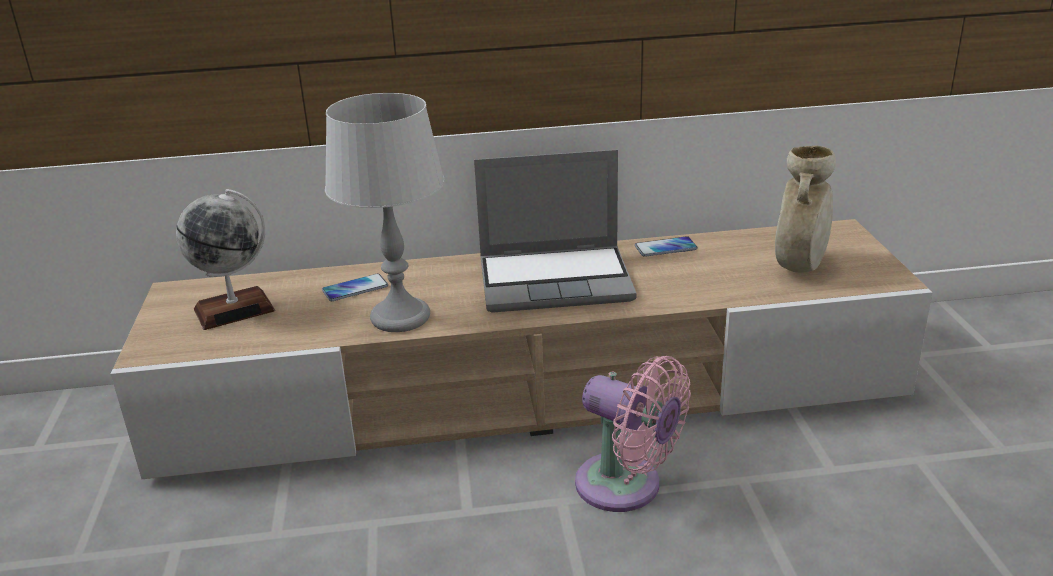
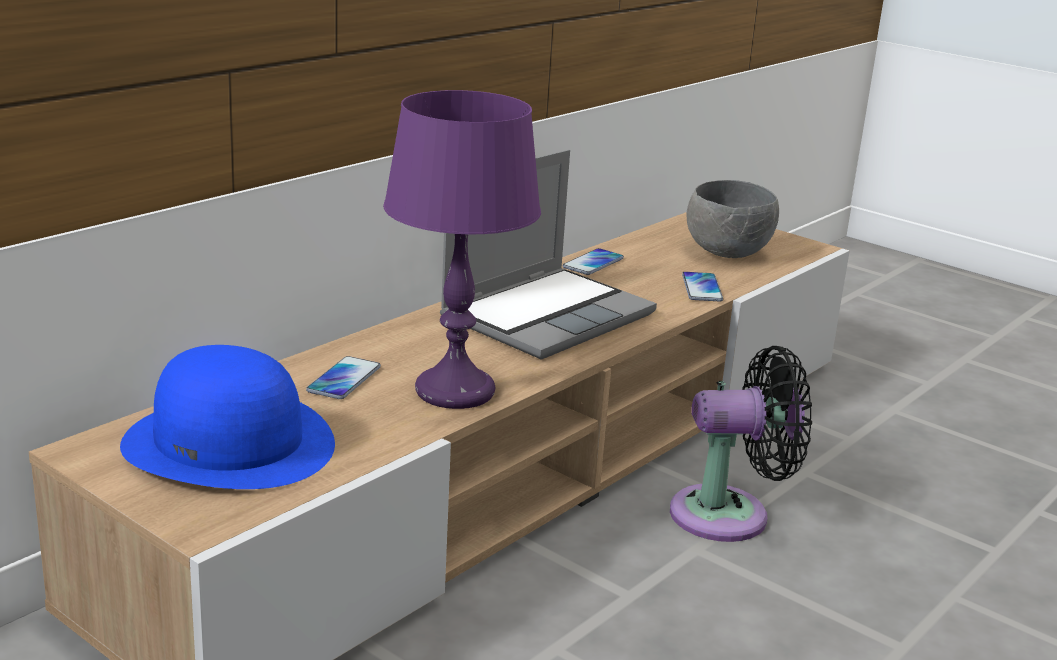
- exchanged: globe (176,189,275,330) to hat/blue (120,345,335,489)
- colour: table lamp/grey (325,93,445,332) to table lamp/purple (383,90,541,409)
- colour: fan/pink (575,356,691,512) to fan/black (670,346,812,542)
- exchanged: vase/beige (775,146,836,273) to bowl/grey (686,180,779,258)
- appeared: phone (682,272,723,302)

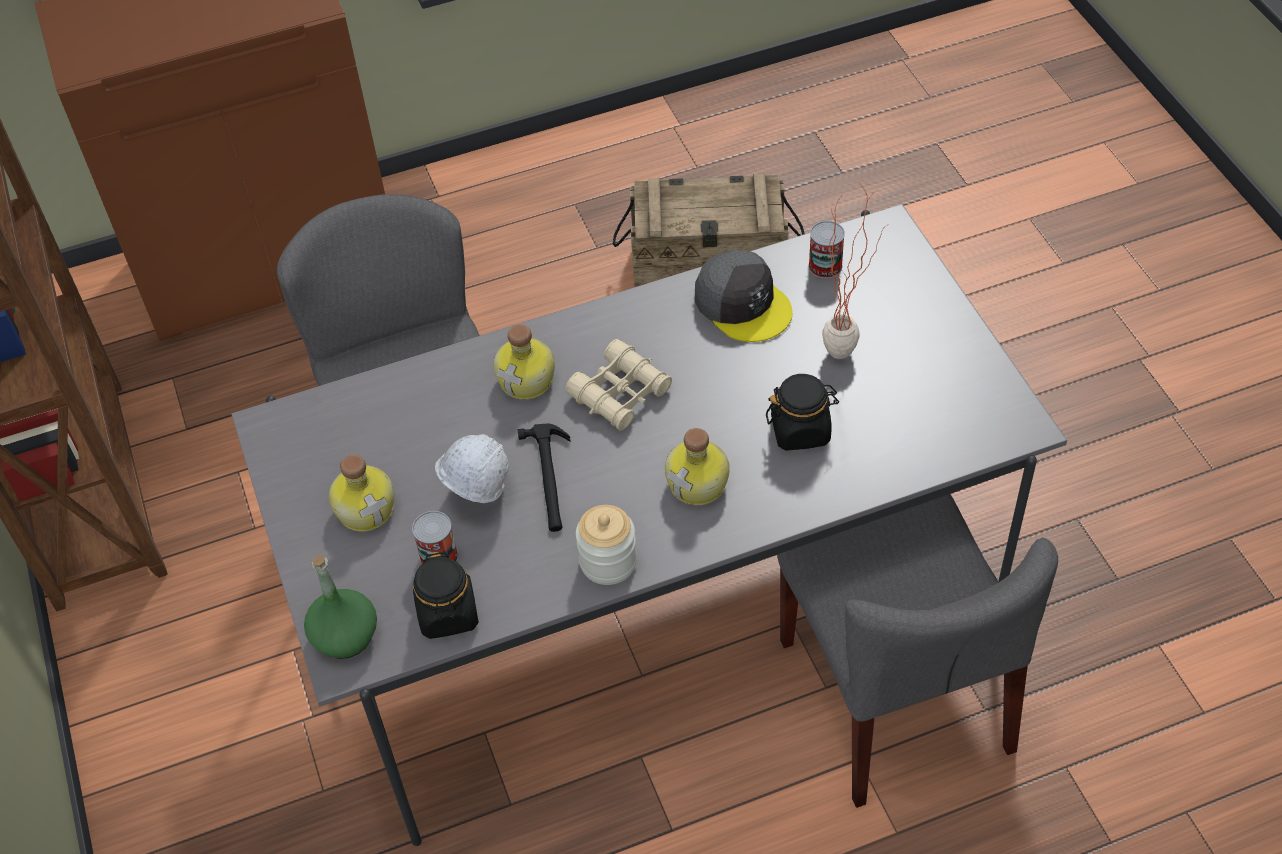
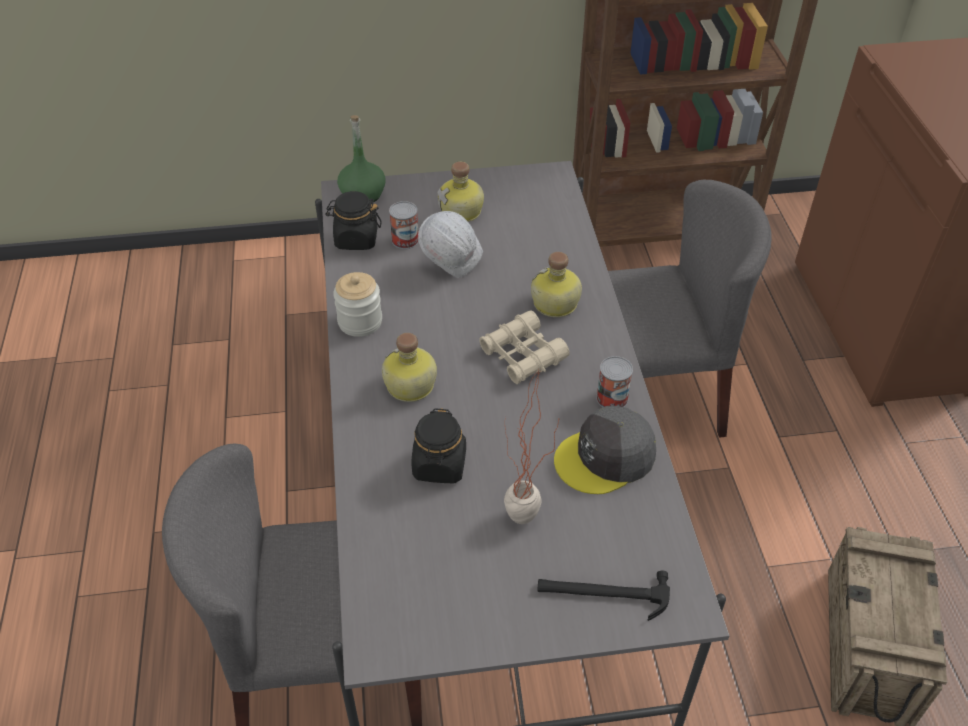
- relocated: hammer (518,424,571,532) to (538,571,670,621)
- relocated: can (809,221,845,278) to (596,356,633,407)

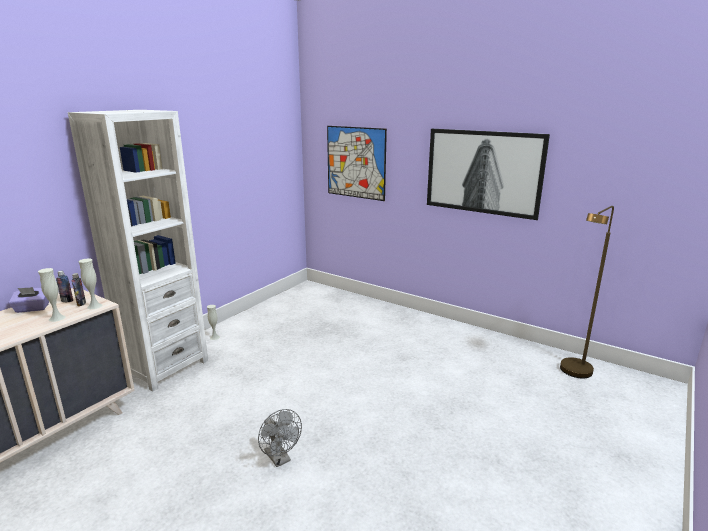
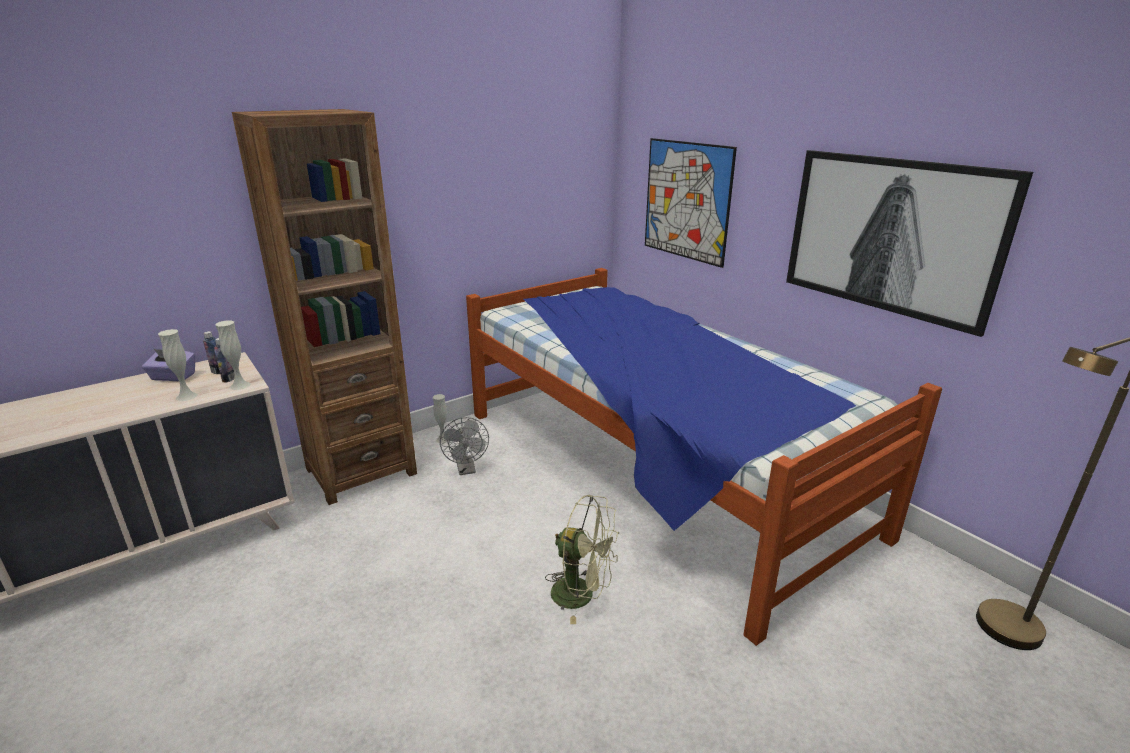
- colour: bookcase/white (68,110,208,391) to bookcase/brown (232,109,417,505)
- relocated: fan/grey (258,409,302,467) to (440,417,489,475)
- appeared: bed (466,268,942,646)
- appeared: fan/green (545,495,619,624)

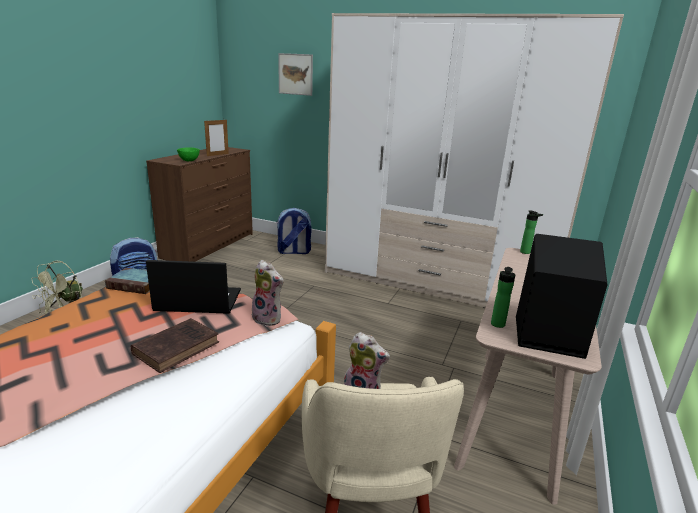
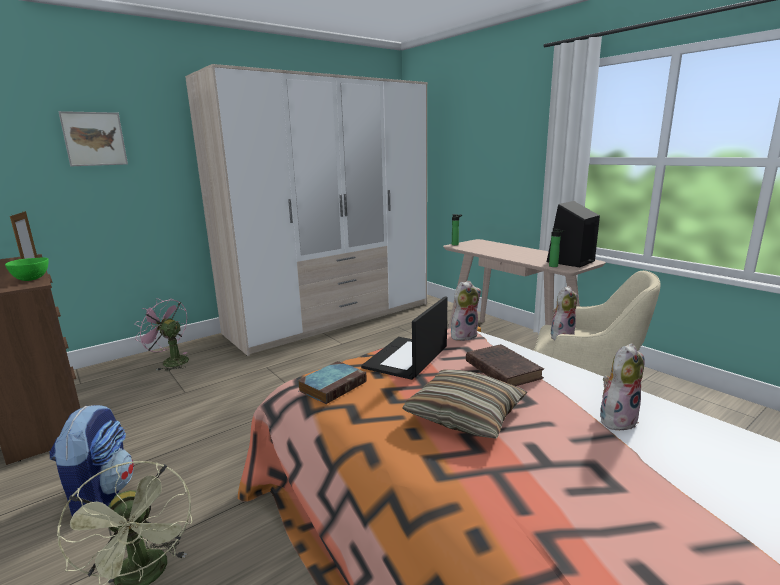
- exchanged: backpack (276,208,311,254) to fan/pink (135,298,189,371)
- appeared: pillow (402,370,527,439)
- appeared: plush toy (600,343,645,430)

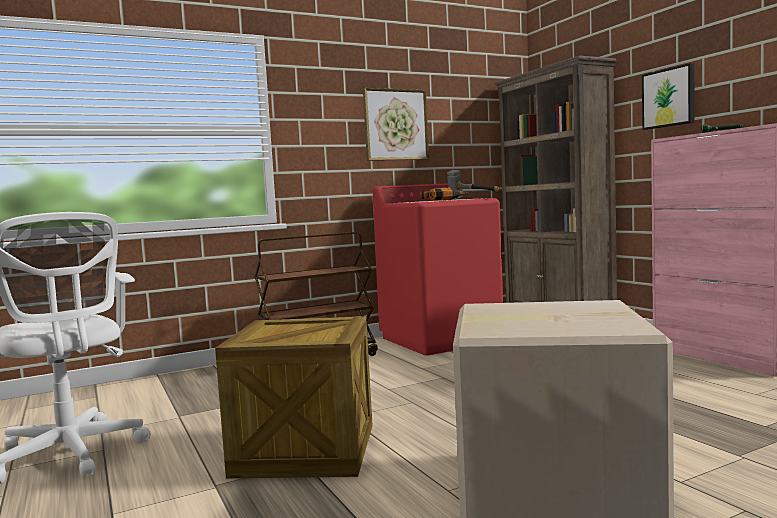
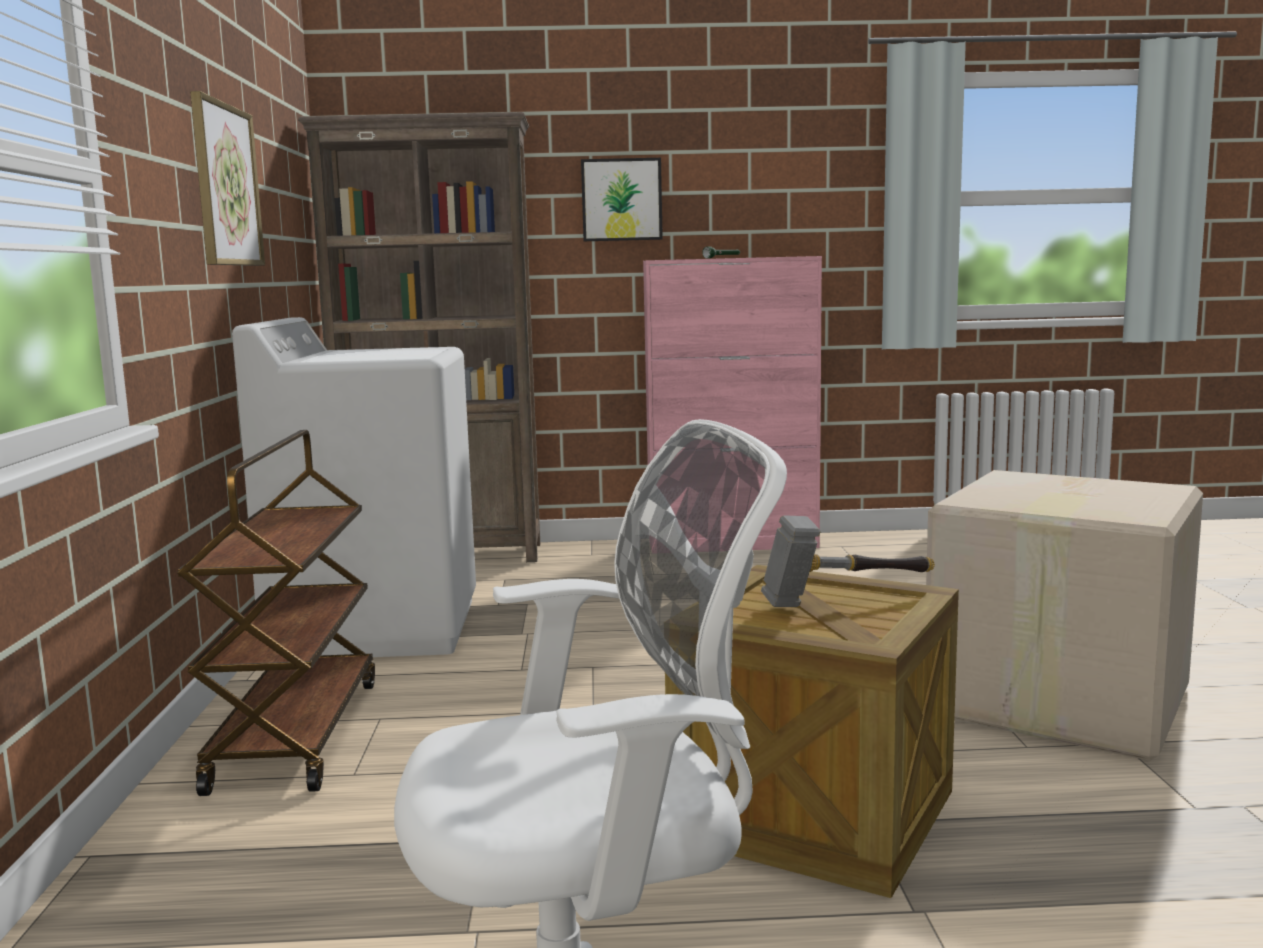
- colour: washing machine/red (372,183,503,356) to washing machine/white (232,317,476,657)
- missing: power drill (420,188,470,201)
- relocated: hammer (447,170,499,199) to (761,515,935,607)

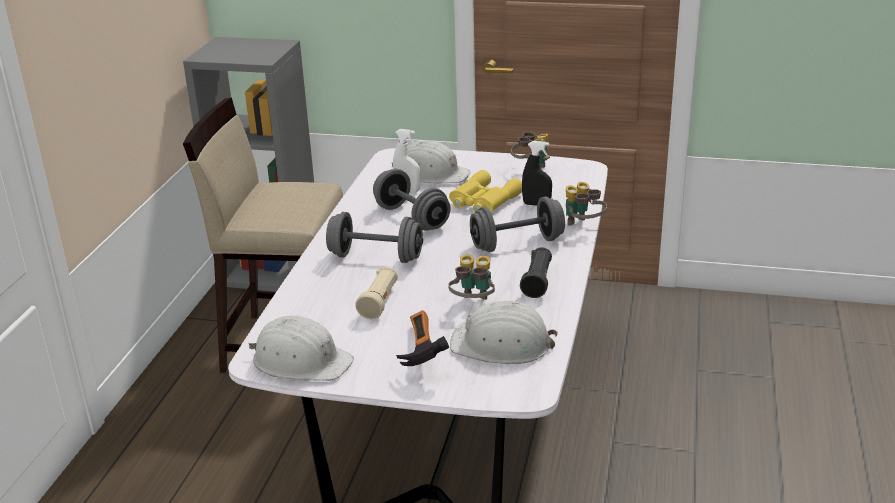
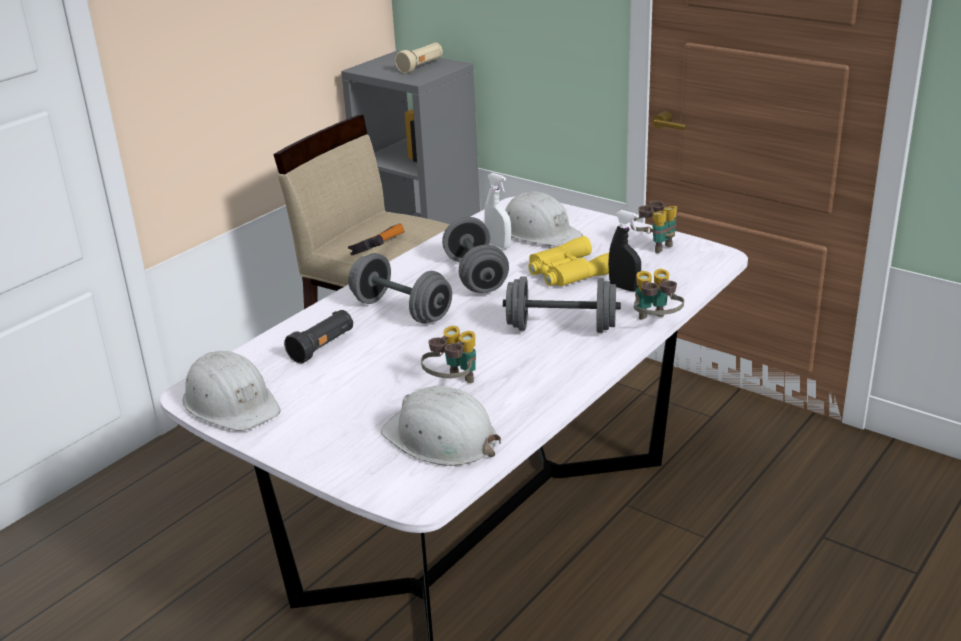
- relocated: flashlight/beige (355,267,398,319) to (395,42,443,73)
- relocated: hammer (396,310,449,366) to (348,223,404,255)
- relocated: flashlight/black (520,247,552,298) to (284,310,353,364)

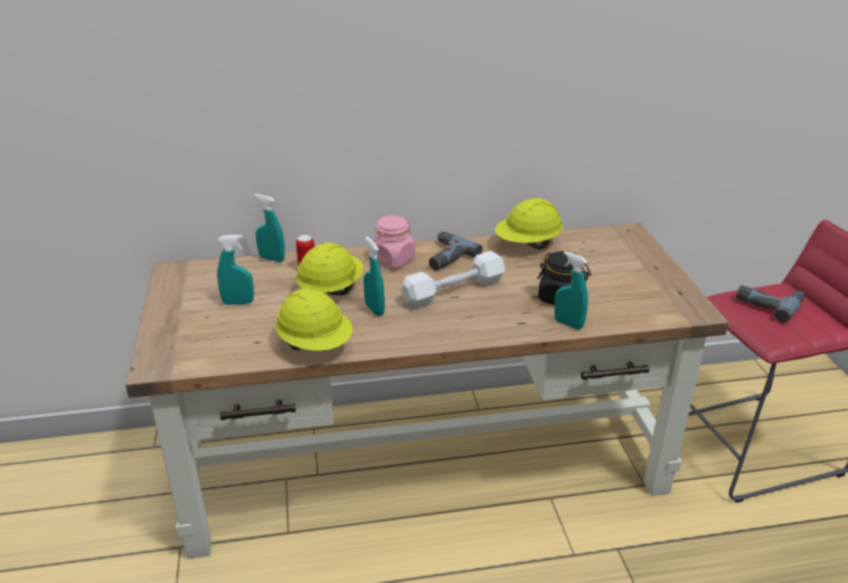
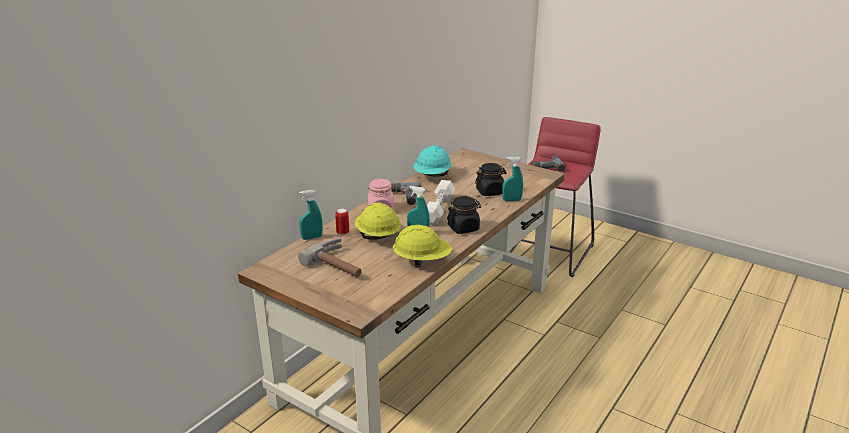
- exchanged: spray bottle/turquoise (217,235,254,305) to hammer (298,238,361,277)
- colour: hard hat/yellow (495,198,563,249) to hard hat/turquoise (414,145,451,177)
- appeared: jar/black (447,196,481,234)

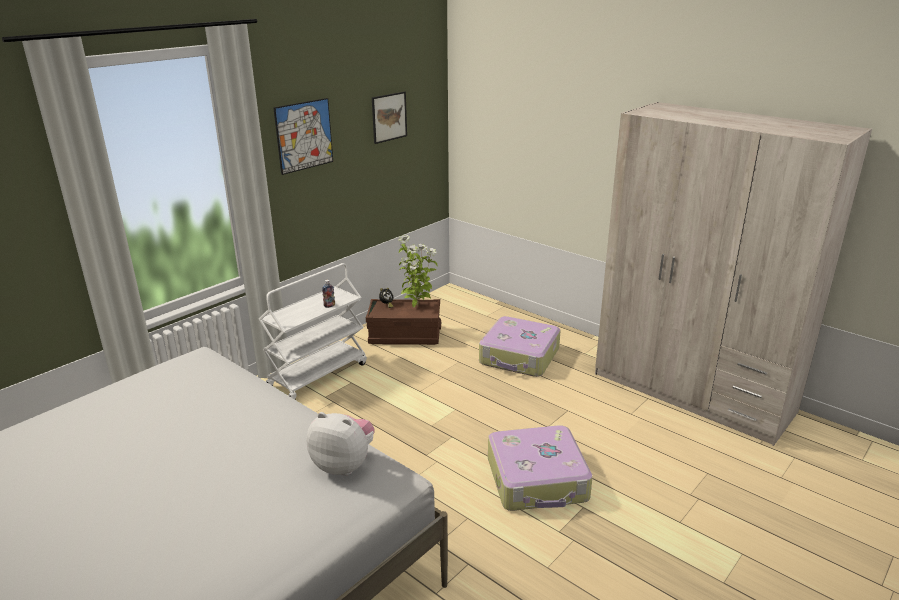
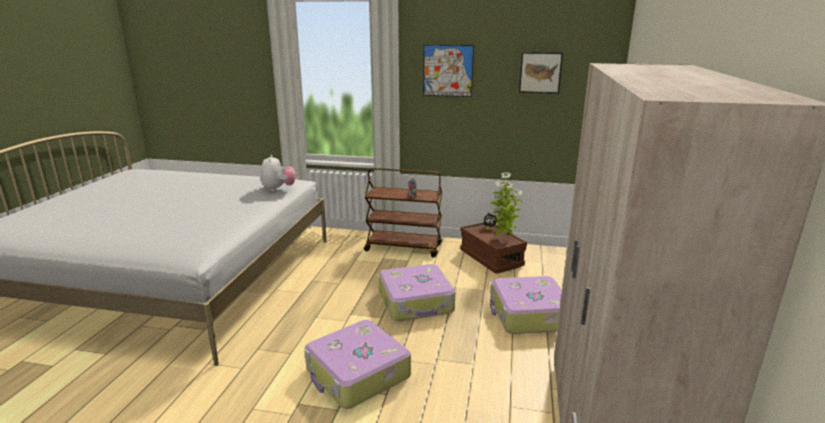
- colour: cart/white (259,263,367,400) to cart/brown (364,168,442,258)
- relocated: plush toy (306,412,375,476) to (261,155,295,192)
- appeared: suitcase (379,264,455,321)

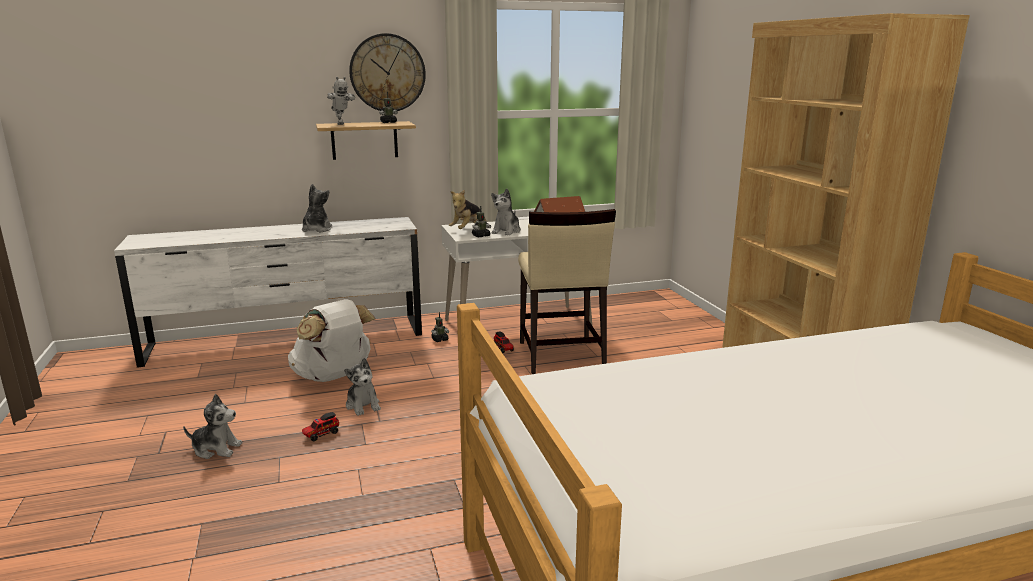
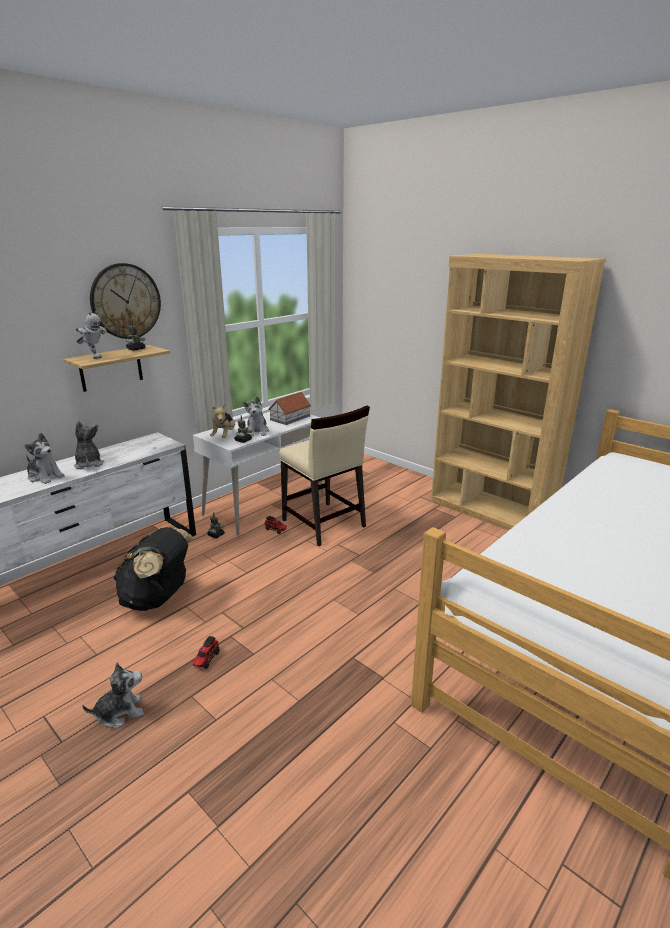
- colour: backpack/white (288,300,375,382) to backpack/black (114,527,194,611)
- relocated: plush toy (344,358,381,416) to (25,433,65,484)

